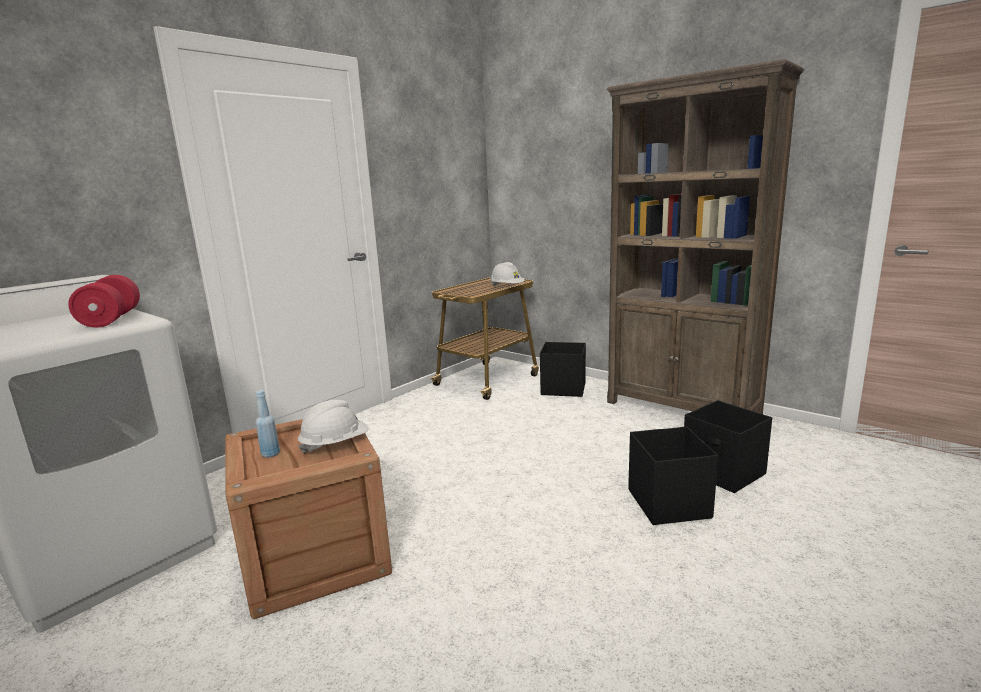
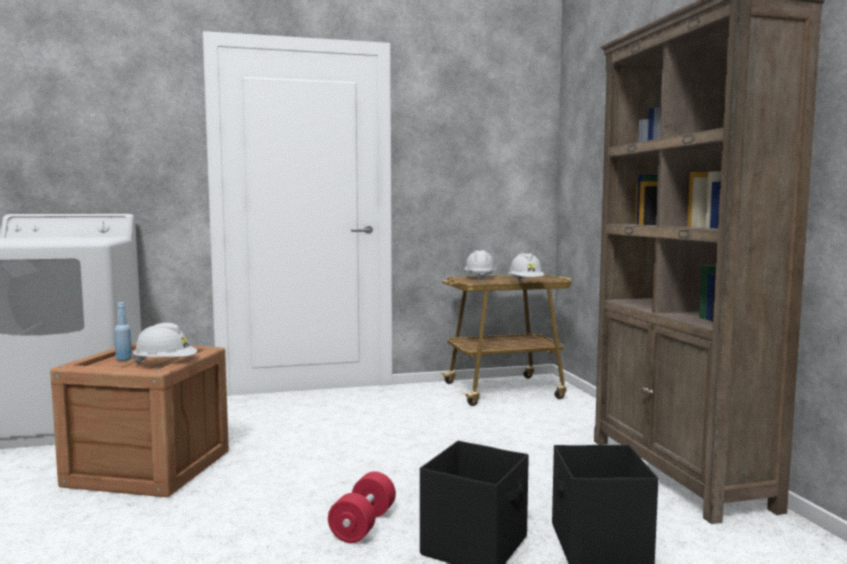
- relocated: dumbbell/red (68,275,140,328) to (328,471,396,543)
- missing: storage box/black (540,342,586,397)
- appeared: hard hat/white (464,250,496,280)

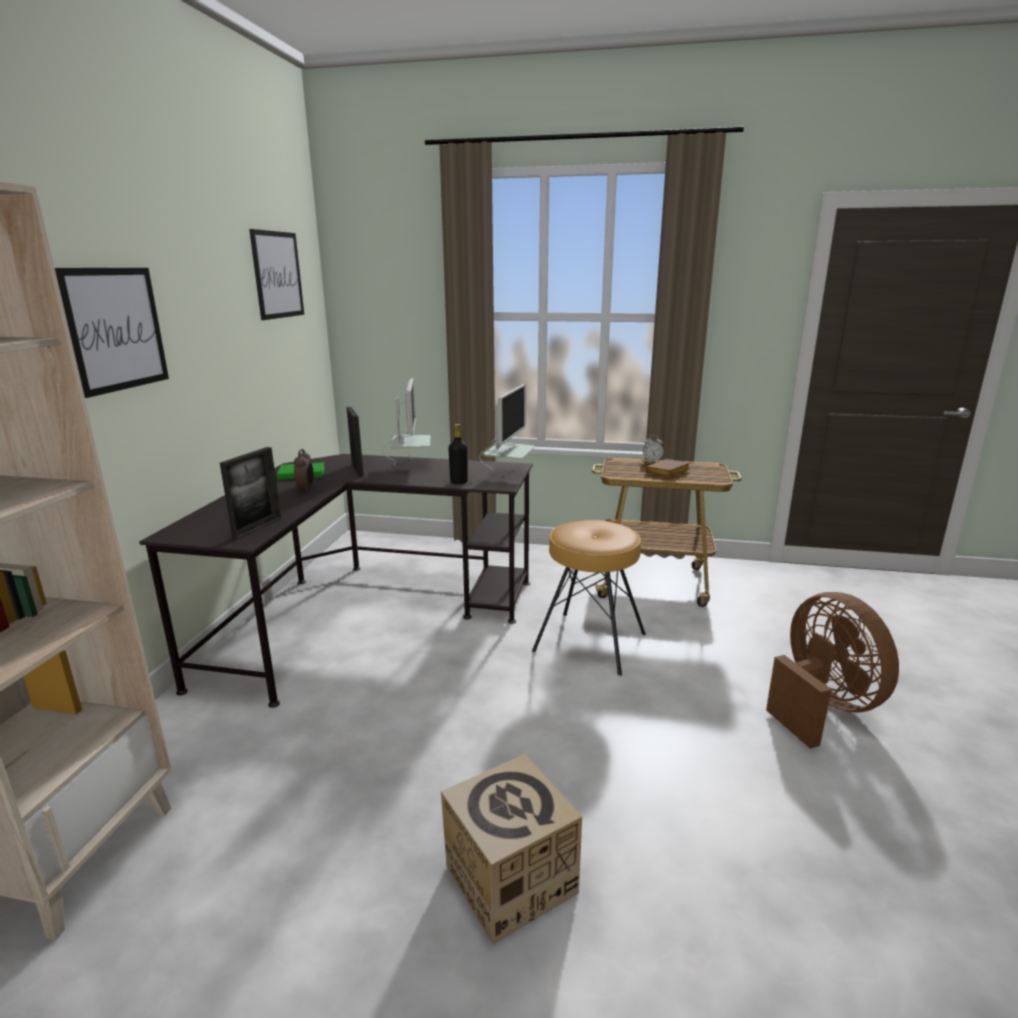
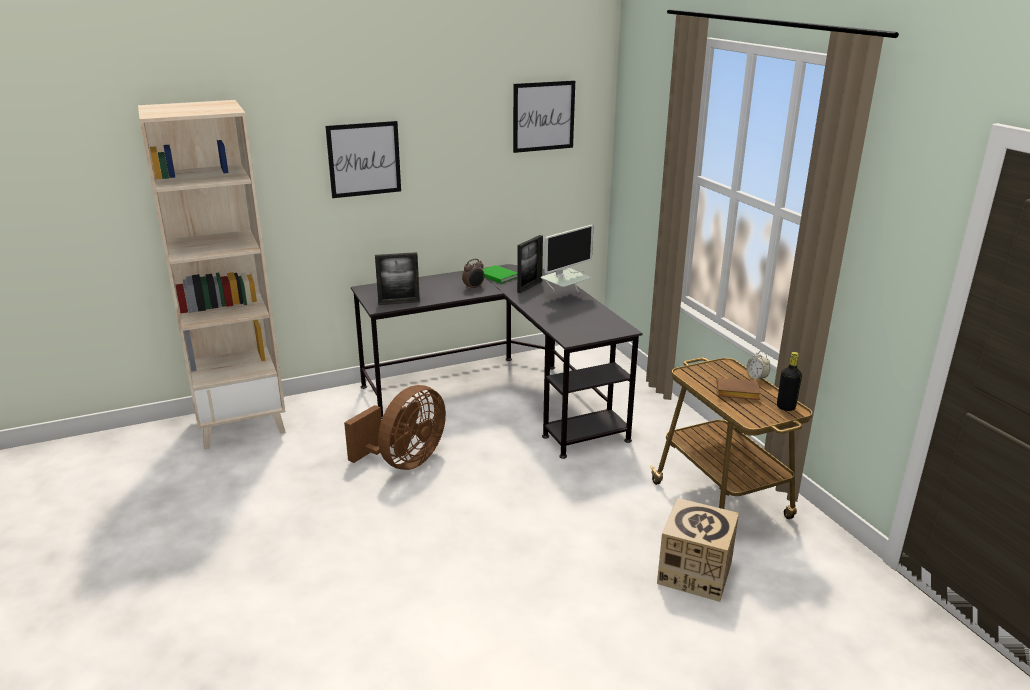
- relocated: cardboard box (441,754,582,945) to (657,498,739,602)
- relocated: bottle/black (448,424,468,484) to (777,352,802,411)
- missing: monitor (479,384,535,473)
- missing: stool/brown (532,520,646,676)
- relocated: fan/brown (766,592,899,749) to (344,385,446,470)

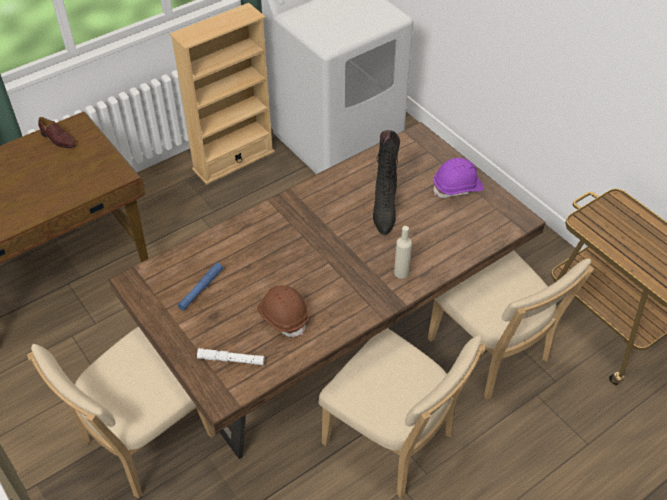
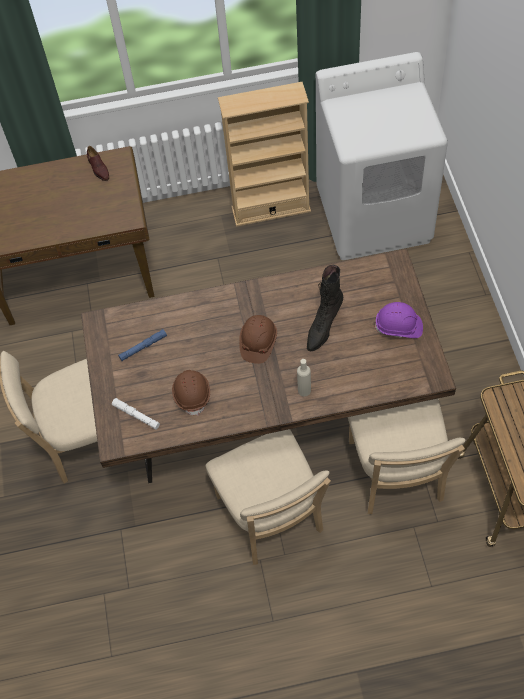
- appeared: hard hat/brown (239,315,277,364)

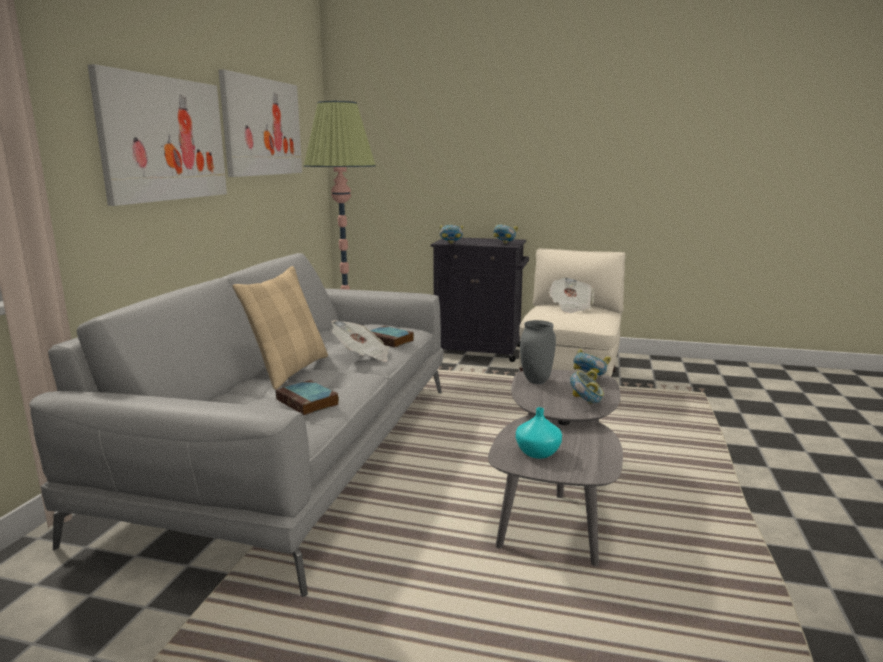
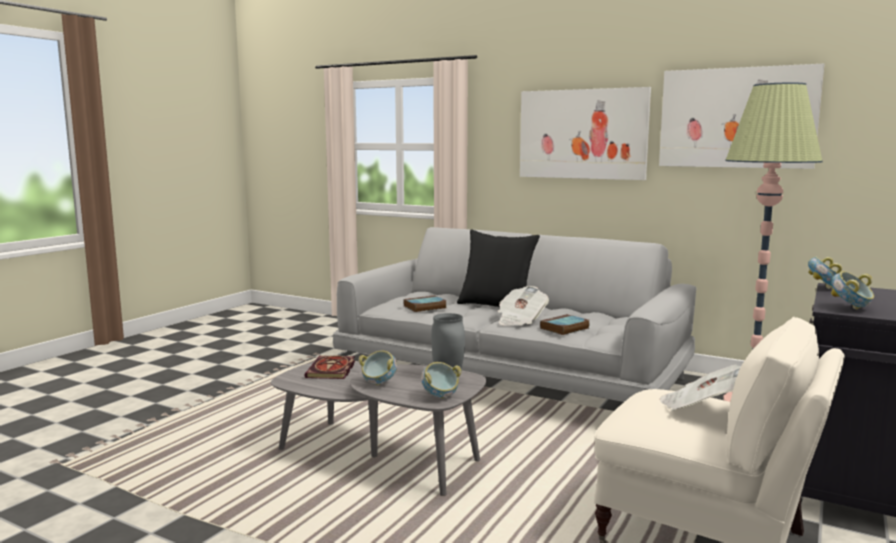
- colour: pillow/beige (232,266,328,389) to pillow/black (457,230,540,307)
- exchanged: vase/turquoise (516,407,562,459) to book (304,355,355,379)

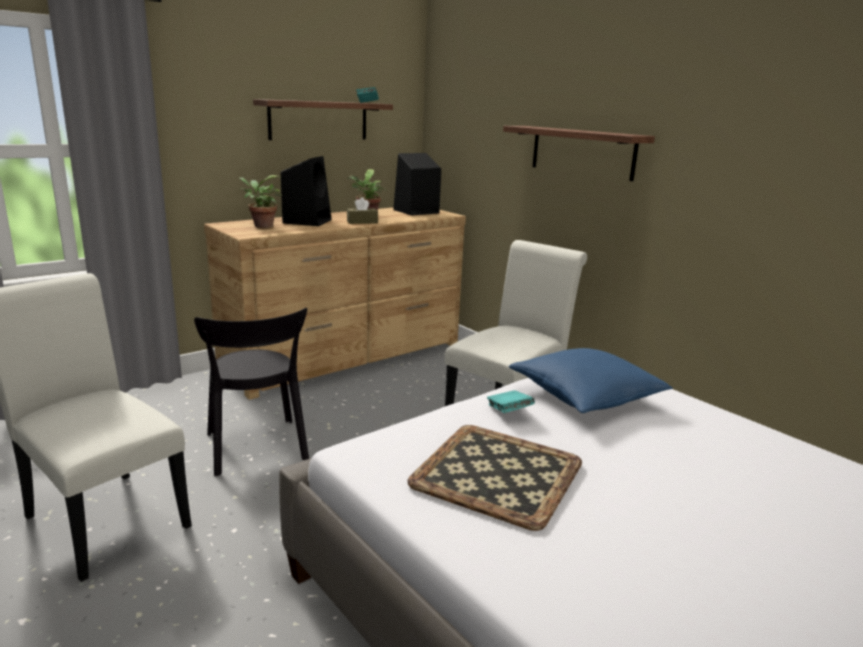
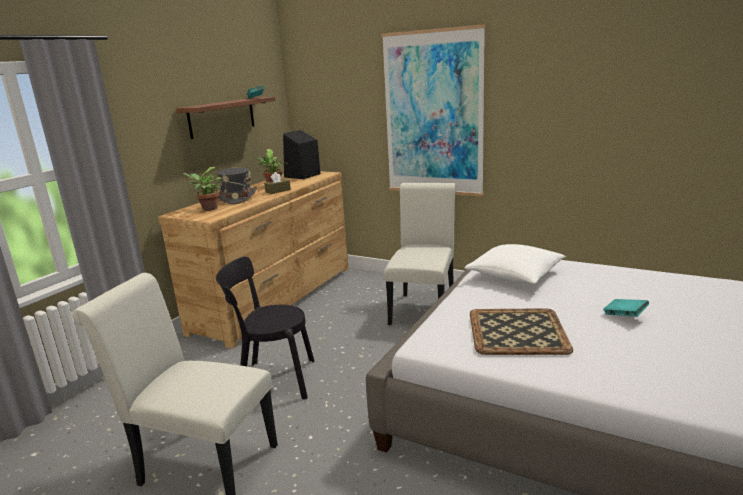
- spun: chair/black (194,308,309,476) = (216,256,314,400) 135 degrees clockwise
- exchanged: speaker/black (281,156,332,226) to hat/grey (217,167,257,204)
- relocated: book/turquoise (487,390,535,413) to (603,299,649,317)
- exchanged: shelf (503,126,655,181) to picture (381,24,485,197)
- colour: pillow/blue (509,348,673,413) to pillow/white (465,244,566,284)

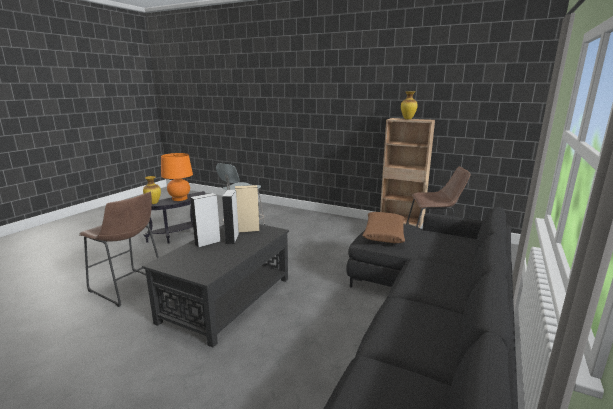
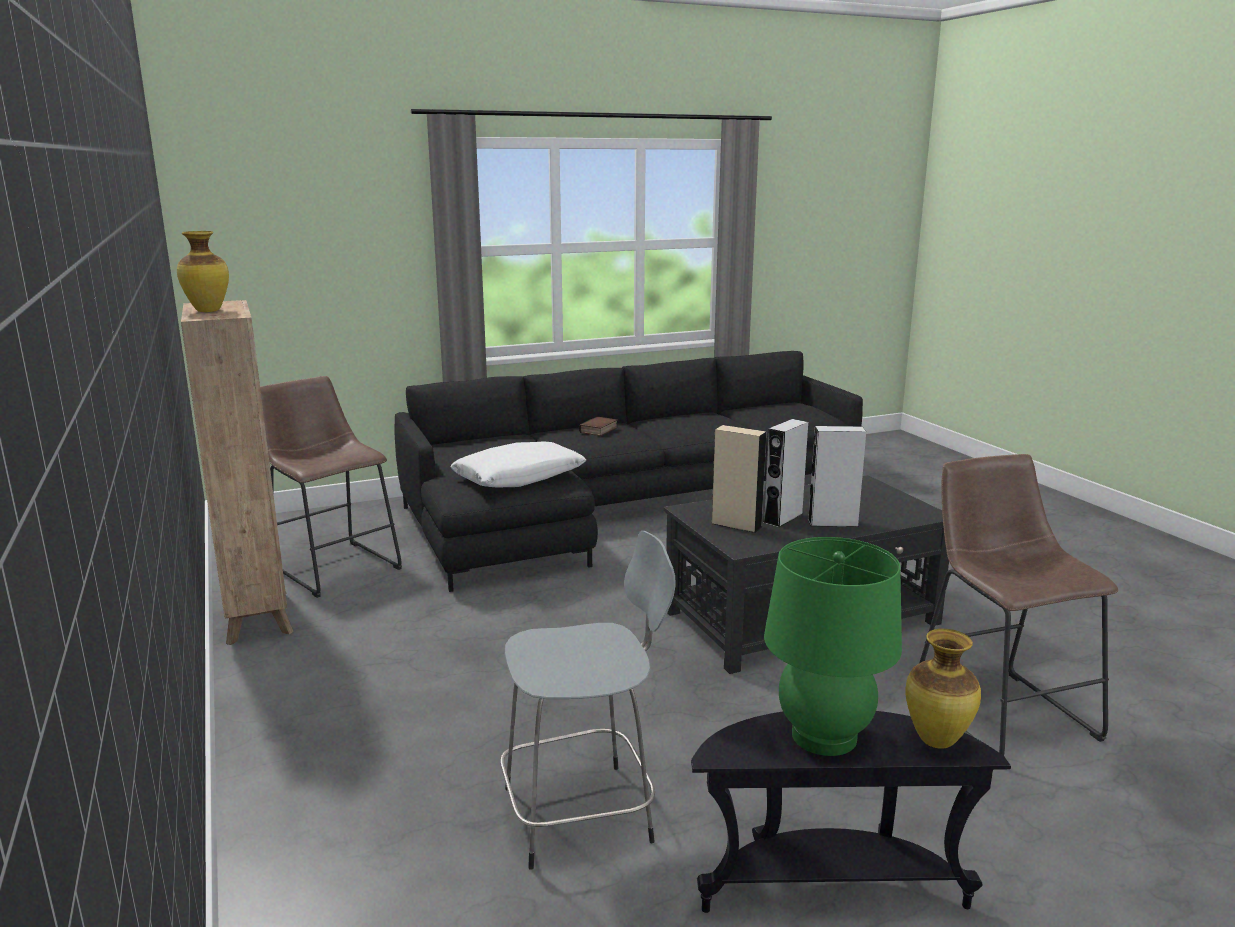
- colour: table lamp/orange (161,153,193,201) to table lamp/green (764,537,902,756)
- colour: pillow/brown (362,212,405,243) to pillow/white (450,442,586,487)
- appeared: book (579,417,618,436)

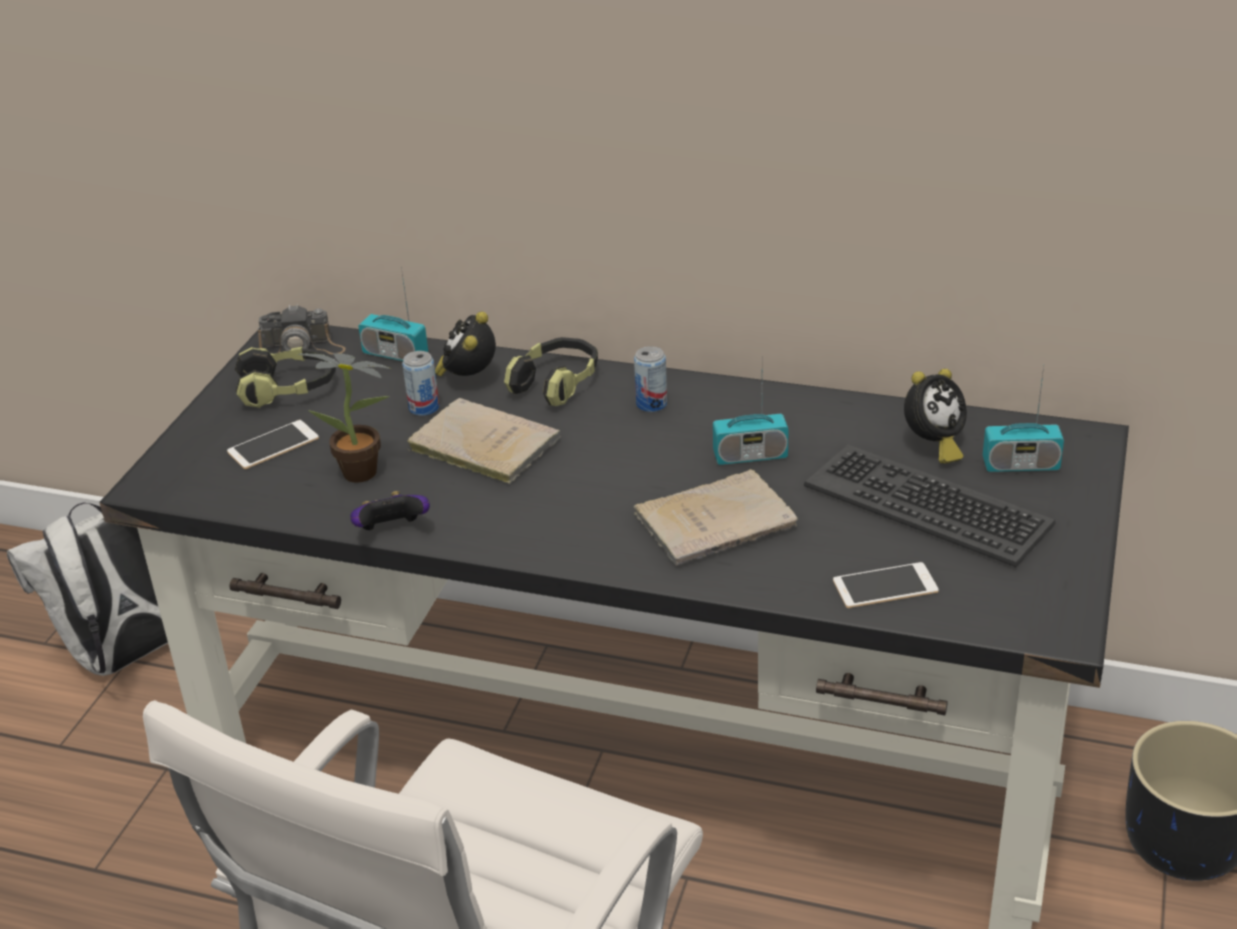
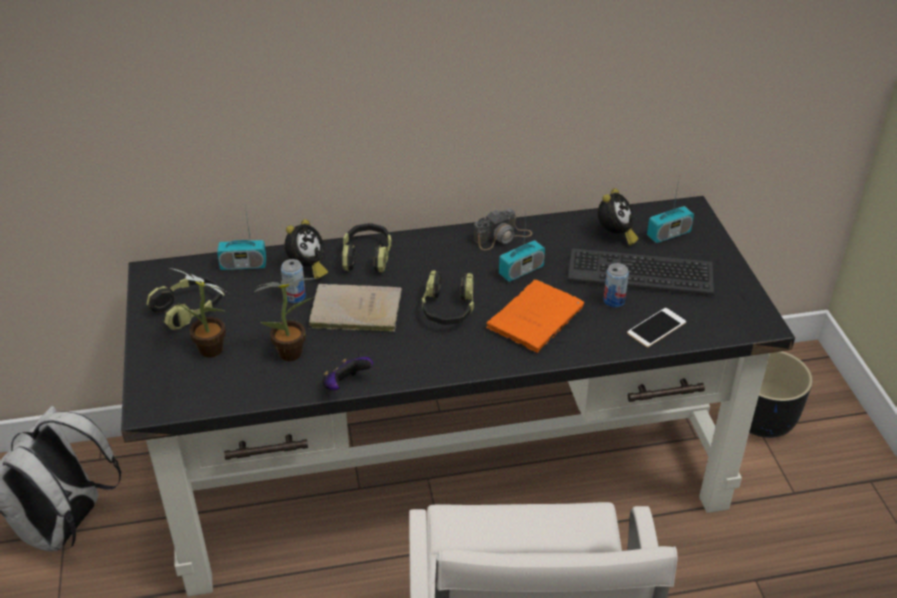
- exchanged: phone (227,420,319,469) to potted plant (170,268,228,358)
- relocated: photo camera (258,304,346,354) to (474,208,532,250)
- spun: alarm clock (435,312,496,377) = (285,219,328,279) 135 degrees counterclockwise
- relocated: can (634,346,667,412) to (603,263,629,307)
- colour: book/beige (634,469,798,566) to book/orange (486,280,584,353)
- appeared: headphones (422,270,474,325)

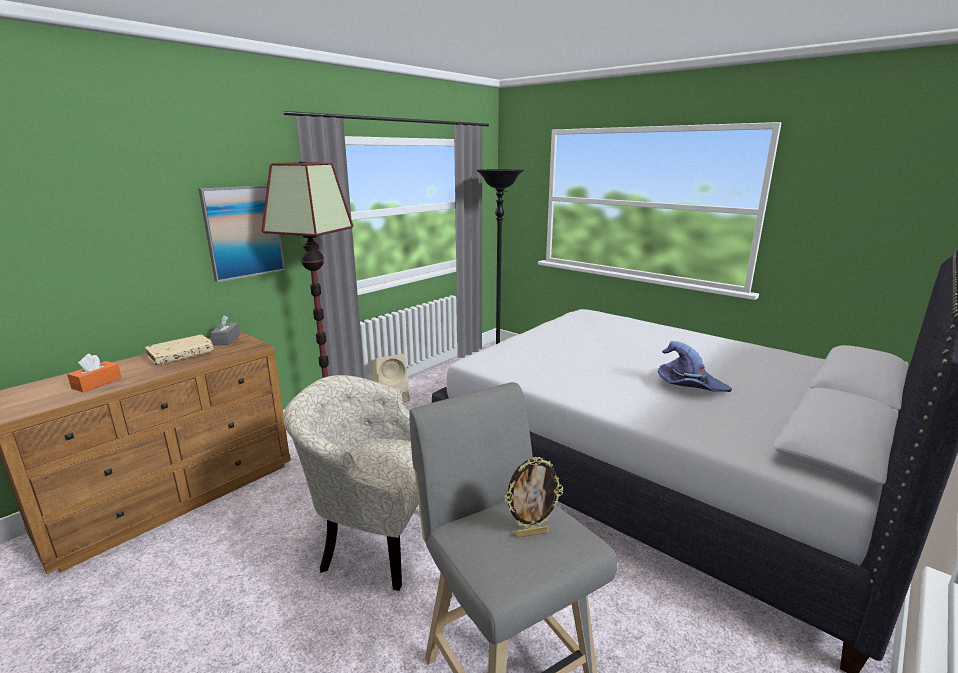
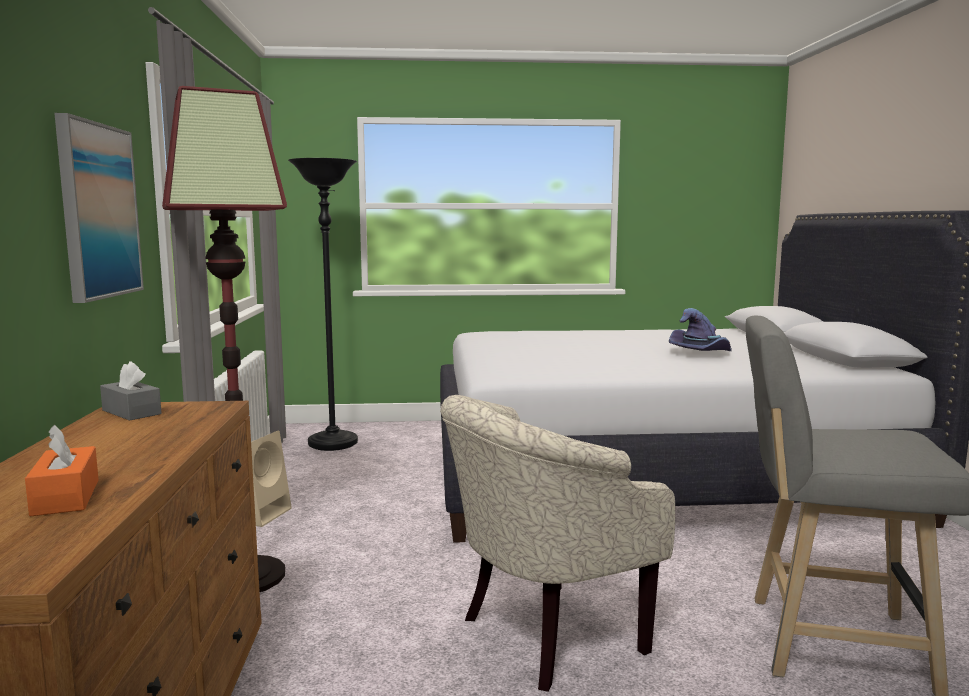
- missing: book/beige (145,335,214,365)
- missing: picture frame (504,456,563,538)

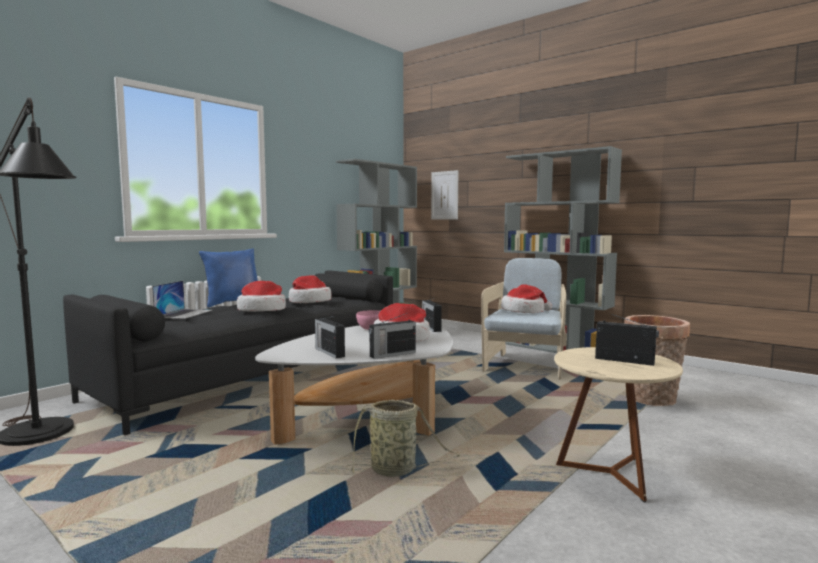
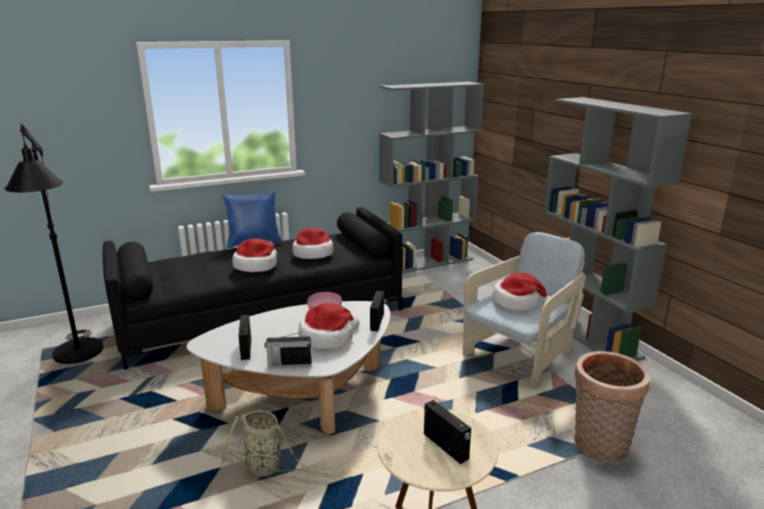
- missing: laptop (152,280,212,319)
- missing: picture (431,170,458,220)

